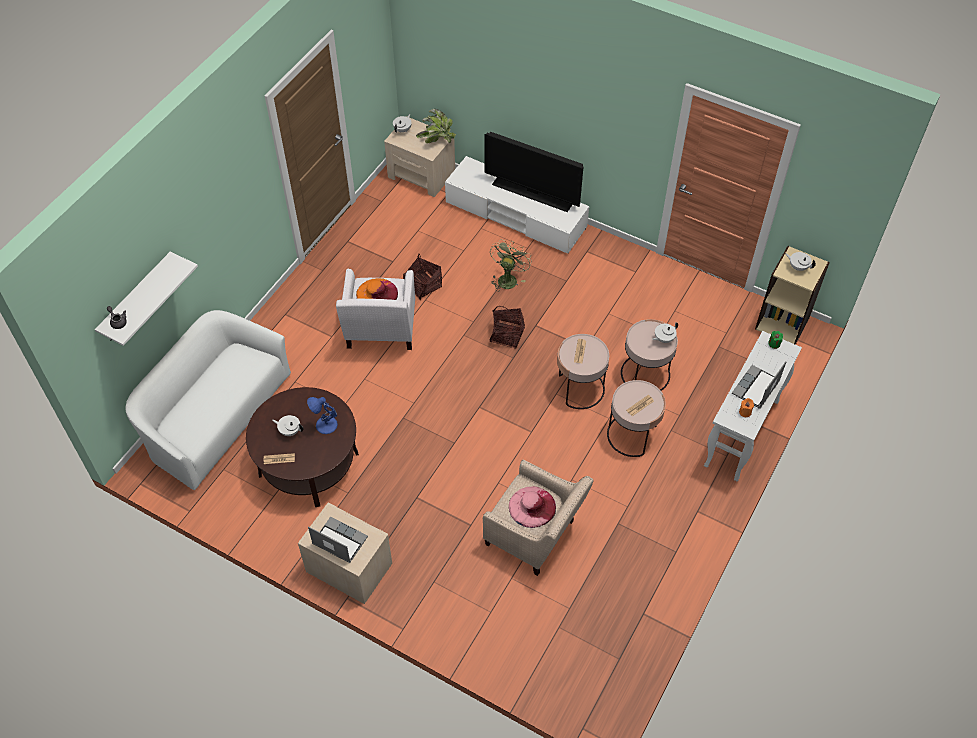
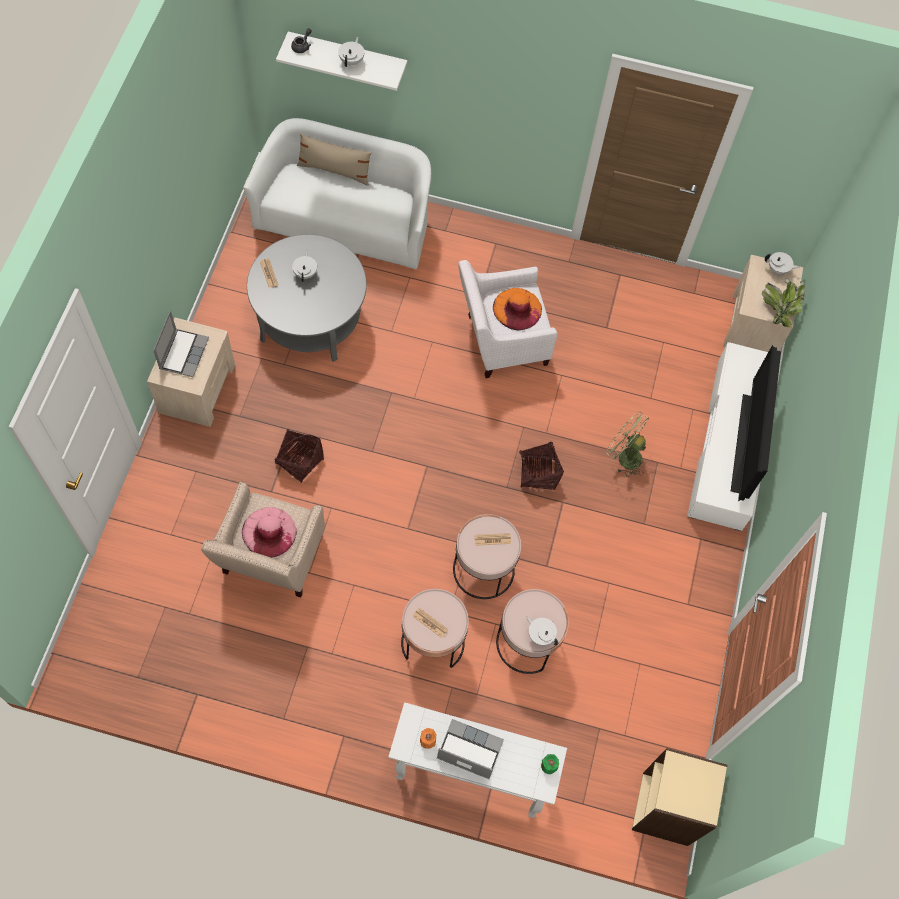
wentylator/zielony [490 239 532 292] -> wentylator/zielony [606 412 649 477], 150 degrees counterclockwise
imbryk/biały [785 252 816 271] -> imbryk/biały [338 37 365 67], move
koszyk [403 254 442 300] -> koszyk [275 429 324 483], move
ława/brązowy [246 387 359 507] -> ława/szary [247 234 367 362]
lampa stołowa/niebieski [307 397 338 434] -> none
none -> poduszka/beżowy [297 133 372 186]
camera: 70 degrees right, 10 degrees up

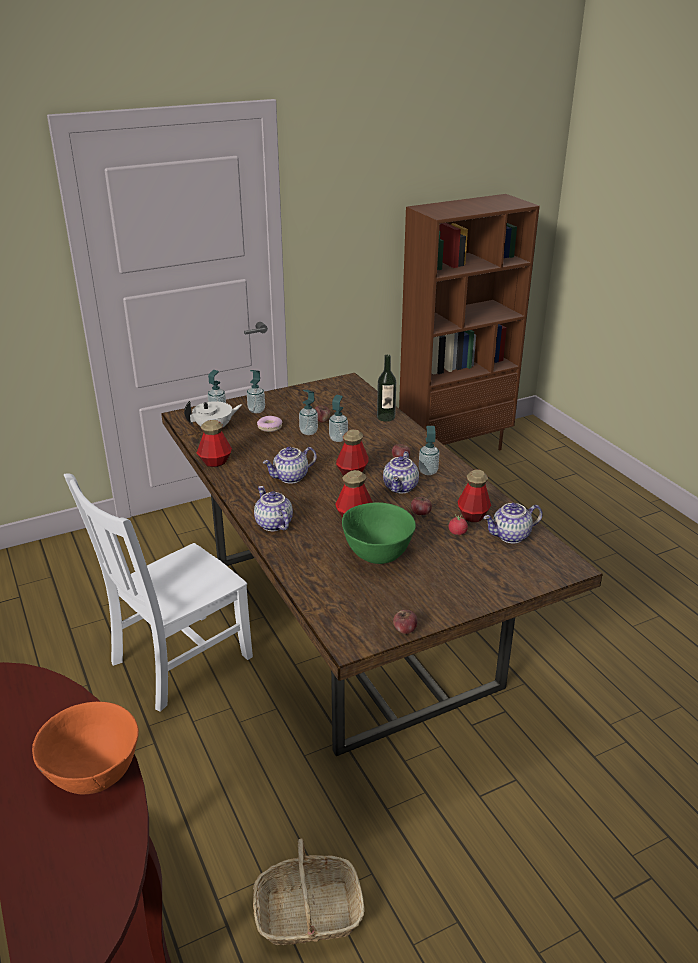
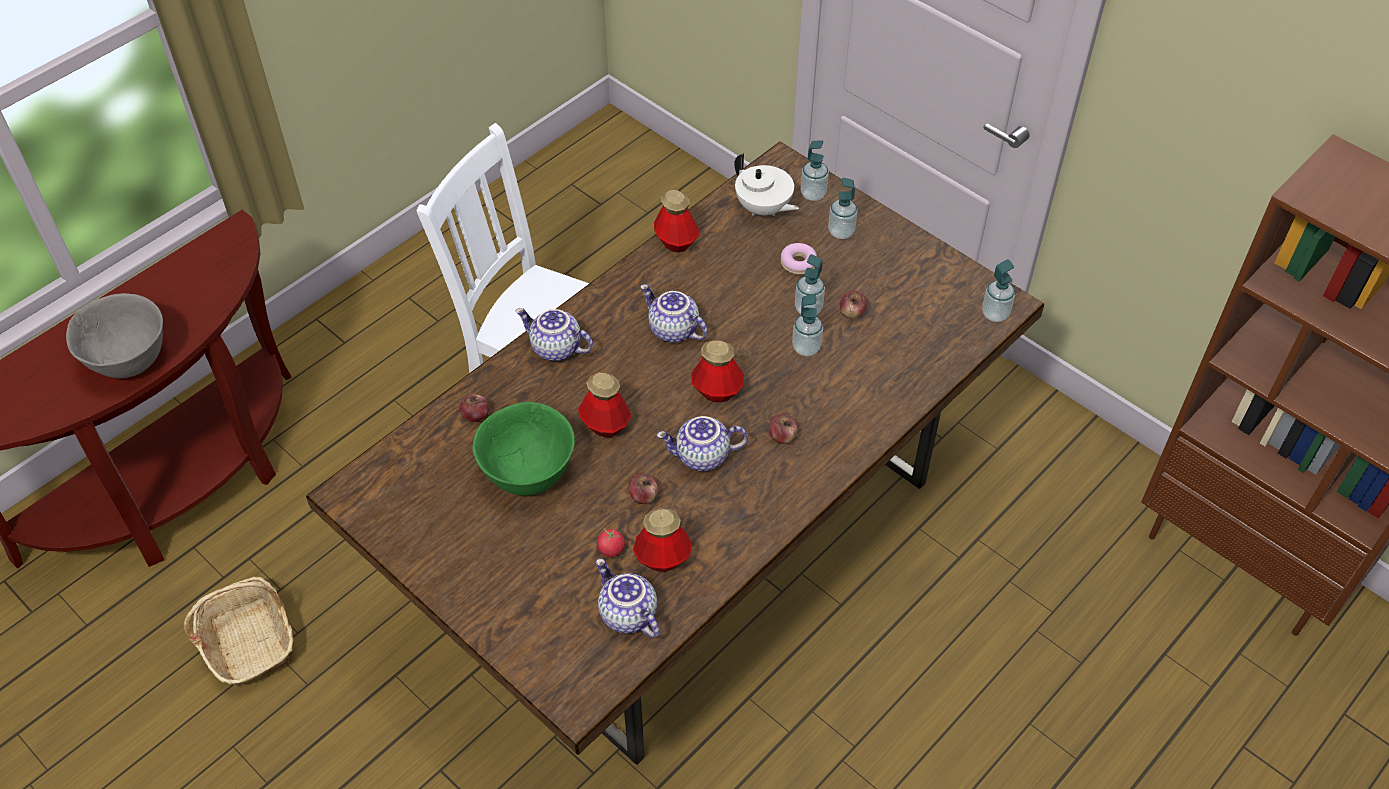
butelka [377 355 396 422] -> none
dozownik mydła [419 426 439 475] -> dozownik mydła [982 259 1015 322], move
imbryk [254 486 293 531] -> imbryk [516 308 593 361], 105 degrees counterclockwise
jabłko [393 610 417 634] -> jabłko [459 394 489 422], move
miska/pomarańczowy [32 702 139 794] -> miska/szary [66 293 163 378]
camera: 70 degrees right, 20 degrees up

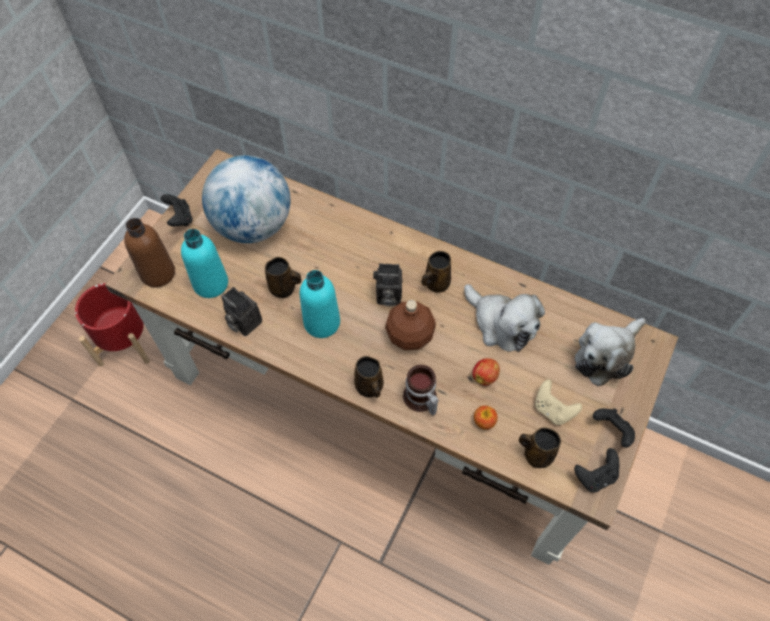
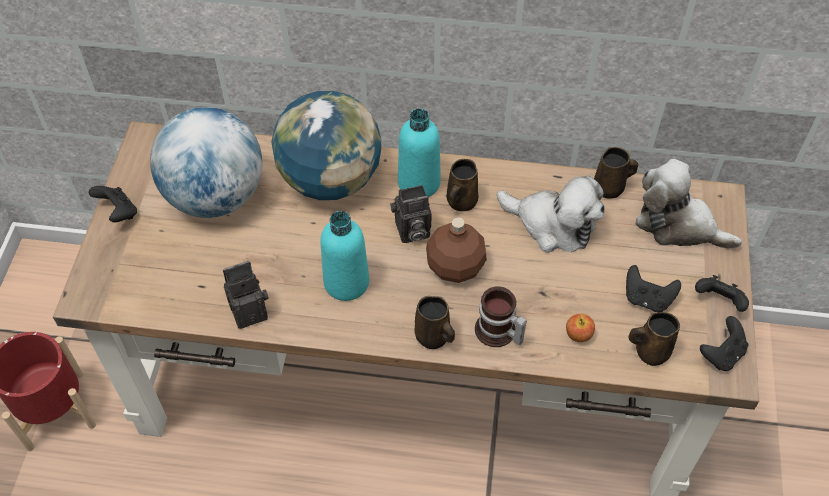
butelka/brązowy [124 218 175 287] -> none
butelka/turkusowy [181 229 228 298] -> butelka/turkusowy [398 108 441 197], move
kubek/brązowy [265 257 301 298] -> kubek/brązowy [594 147 638 199], move
aparat fotograficzny [221 287 262 336] -> aparat fotograficzny [223 261 269 329], 135 degrees clockwise
pluszak [575 318 646 386] -> pluszak [635 159 742 249], 90 degrees clockwise
jabłko [472 358 500 385] -> none
pad do gier/beżowy [535 380 582 425] -> pad do gier/czarny [626 265 681 312]
none -> globus [271 91 381 200]
camera: 20 degrees left, 5 degrees down

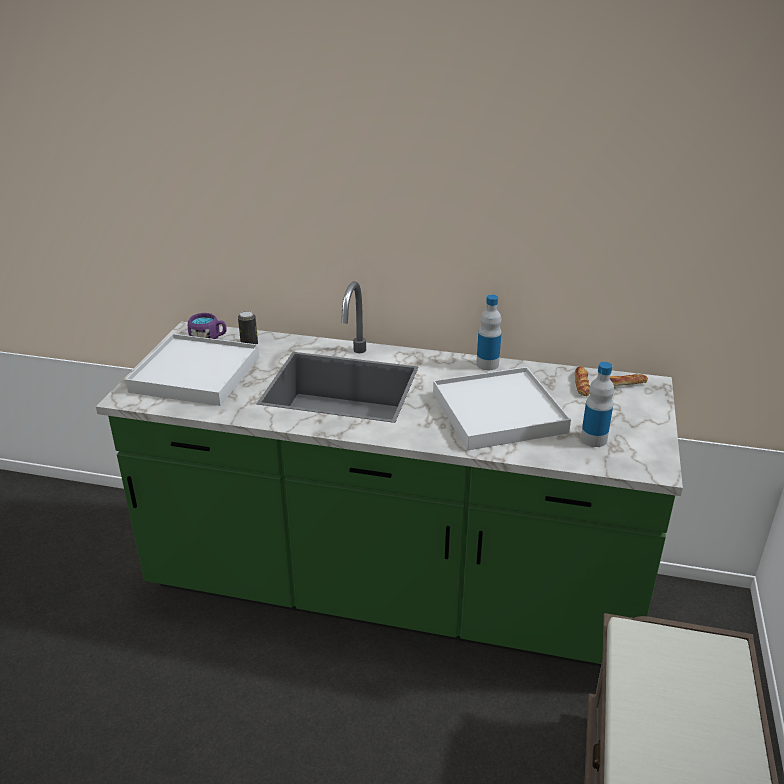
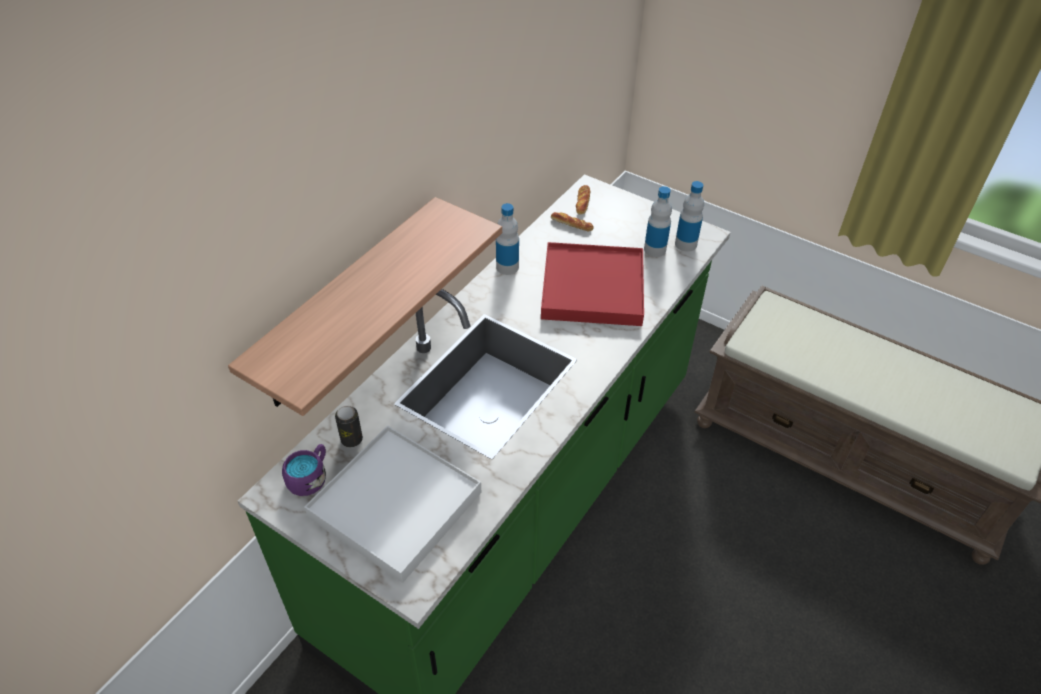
taca/biały [433 367 571 450] -> taca/czerwony [541 242 644 326]
none -> butelka [675 181 704 252]
none -> półka [228 197 502 416]
camera: 70 degrees left, 15 degrees up

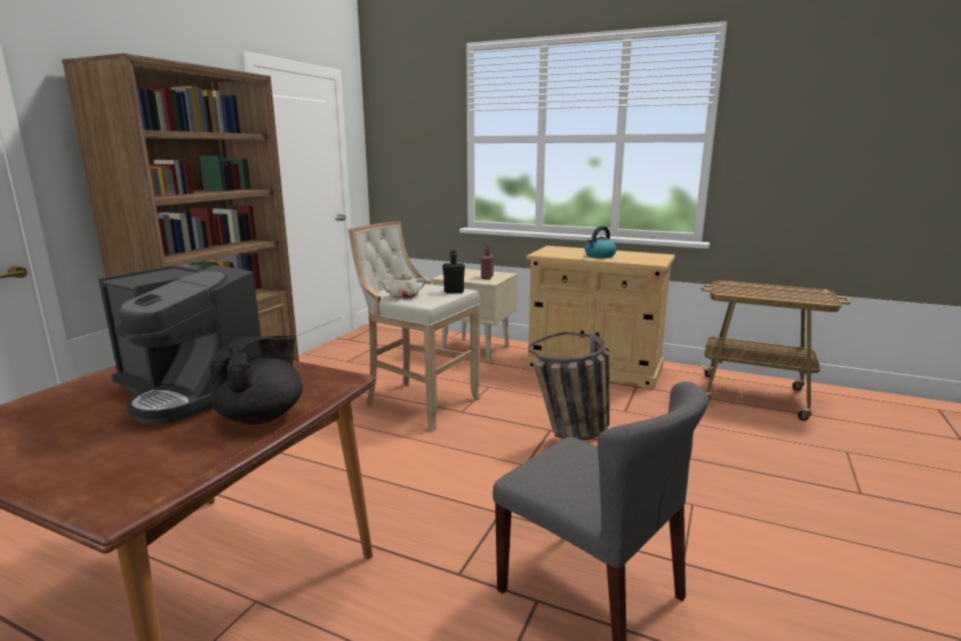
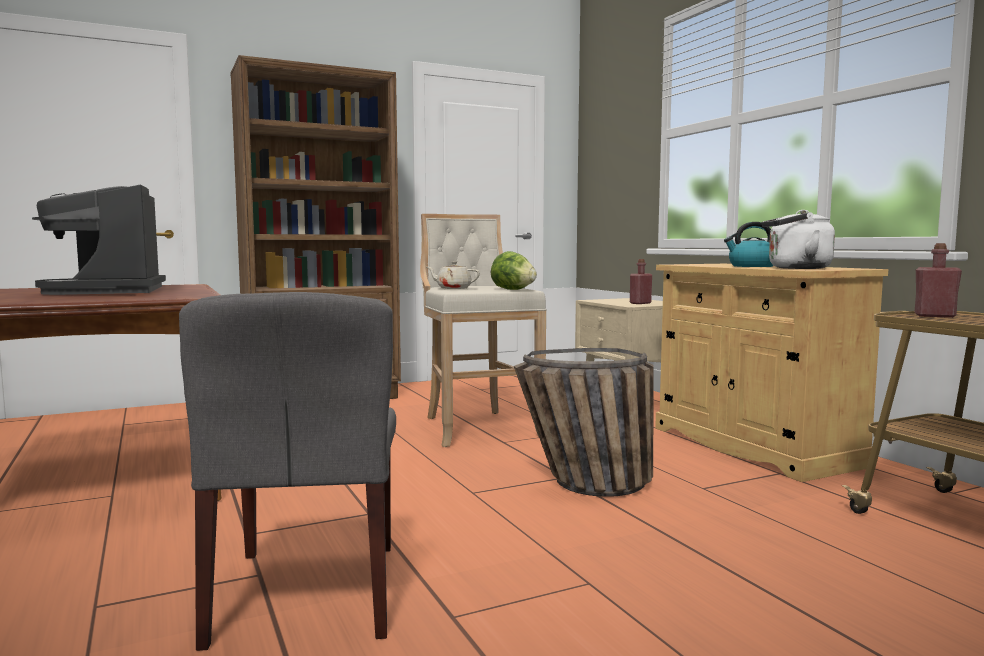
butelka/czarny [442 250 465 293] -> sałata [491 251 537 290]
imbryk/czarny [210 335 303 424] -> none
none -> czajnik/biały [762 210 835 269]
none -> butelka/czerwony [914 243 962 318]
camera: 40 degrees right, 10 degrees down

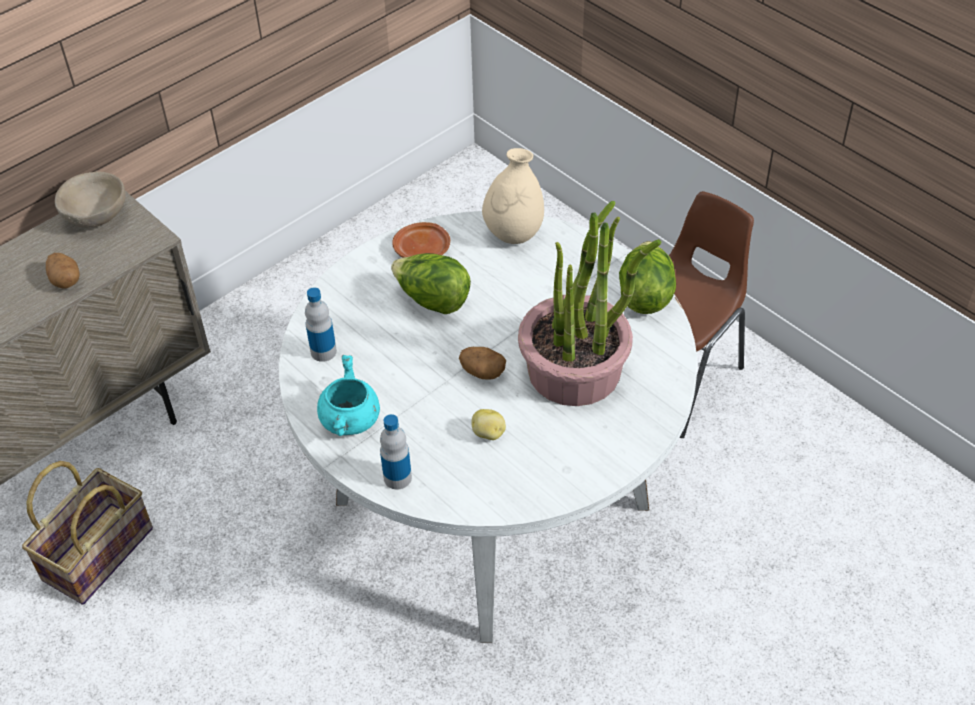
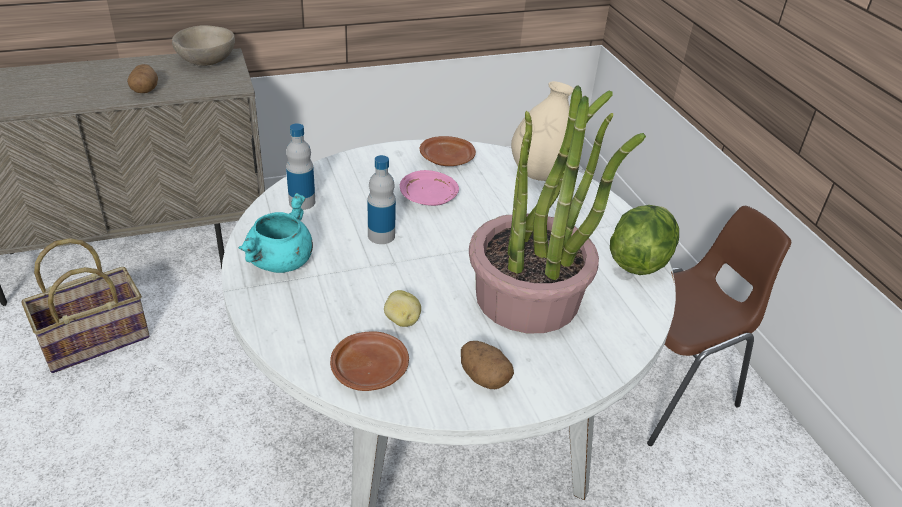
sałata [391 253 471 314] -> talerz/różowy [400 170 459 206]
ziemniak [459 347 506 380] -> ziemniak [461 341 514 389], move
butelka [380 414 412 489] -> butelka [368 155 396 244], move
none -> talerz/brązowy [330 331 409 391]
camera: 20 degrees right, 10 degrees down

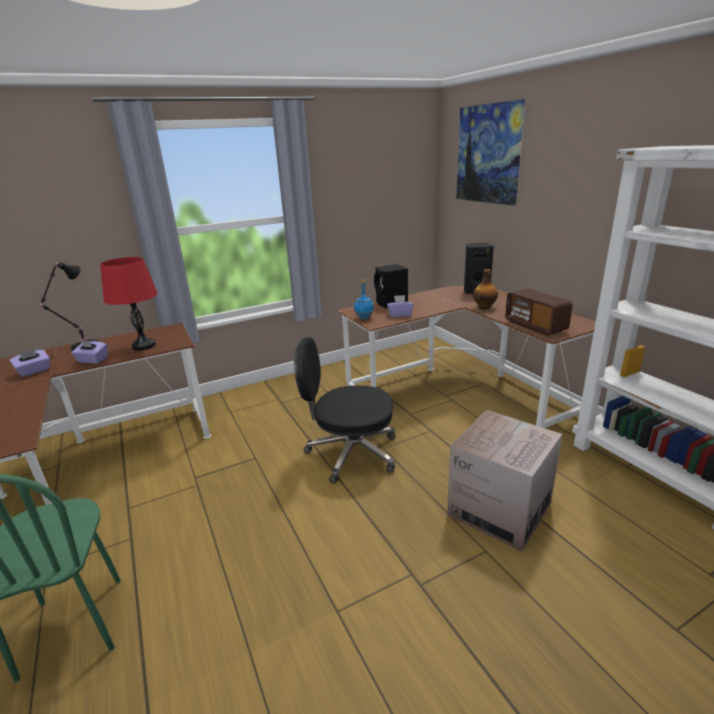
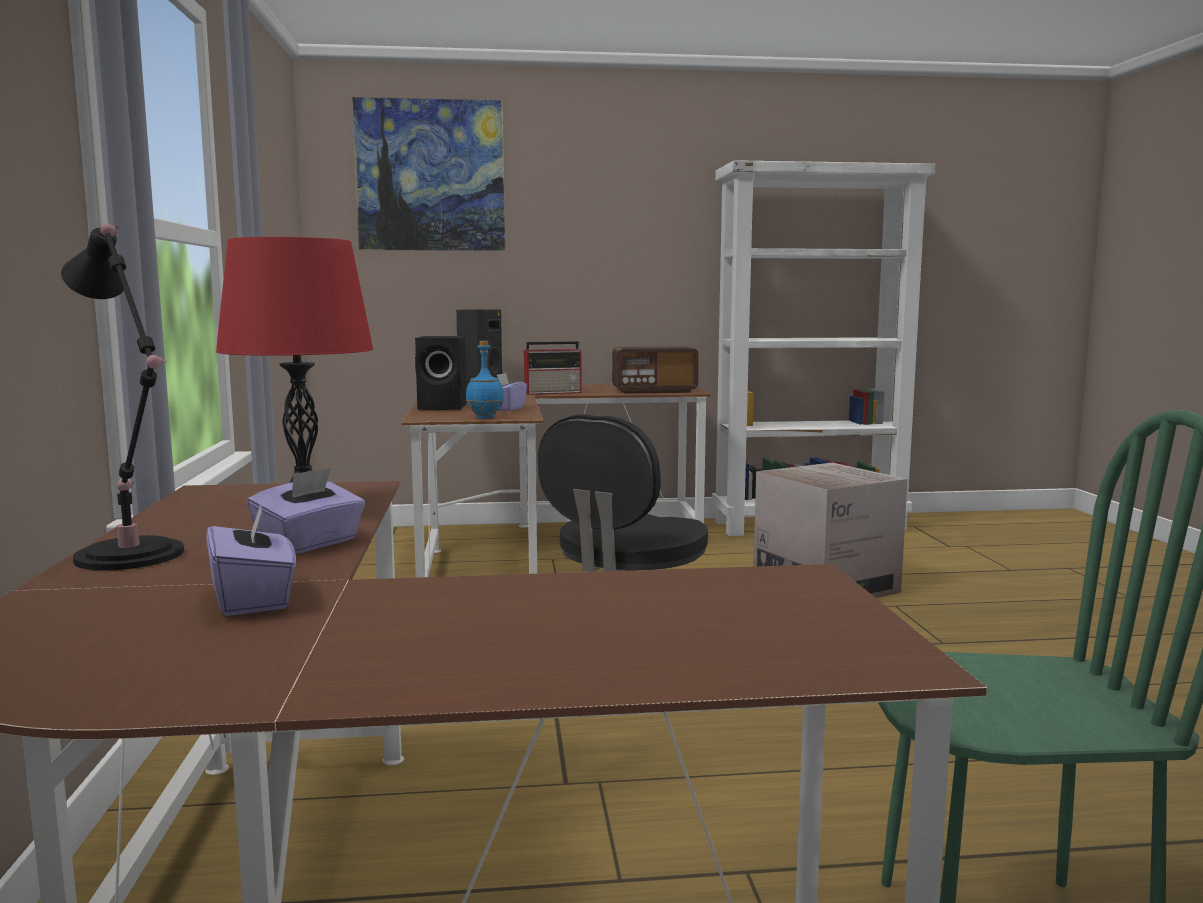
butelka [473 269 498 310] -> radio [524 341 582 395]
camera: 70 degrees left, 15 degrees down

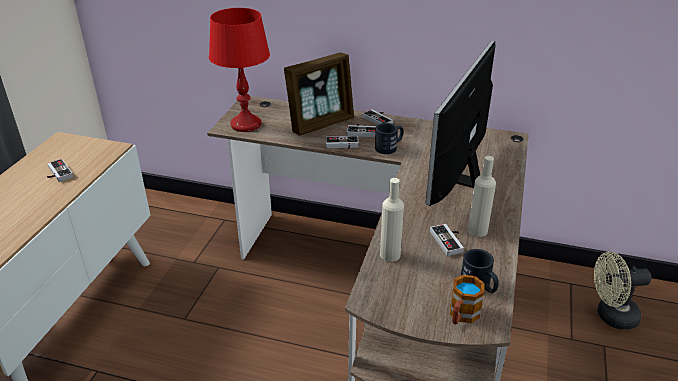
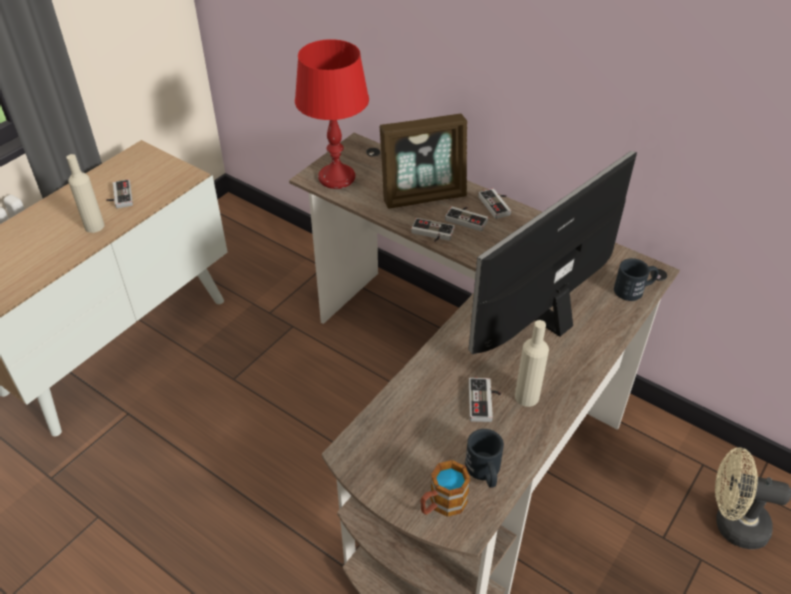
kubek/czarny [375 123 403 154] -> kubek/czarny [614 258 658 301], move
butelka/beżowy [380 178 404 262] -> butelka/beżowy [66 154 105 233], move
camera: 20 degrees right, 10 degrees up

